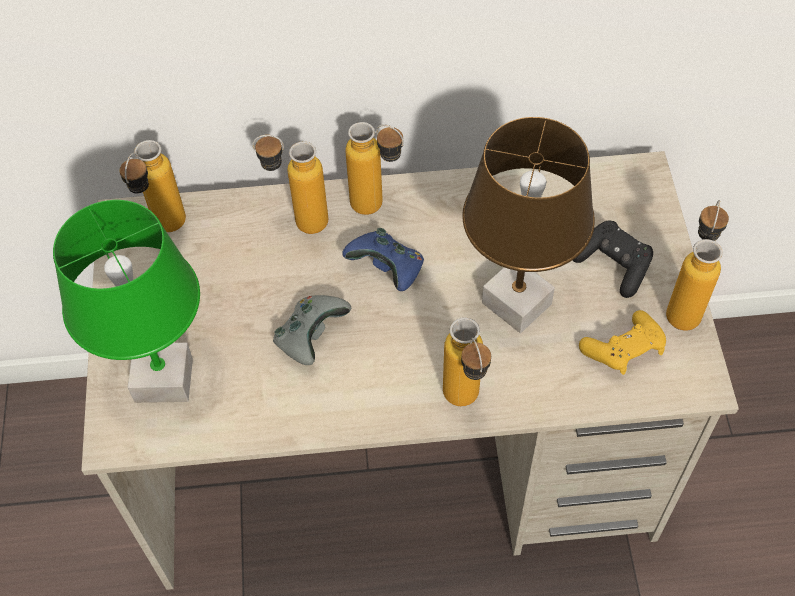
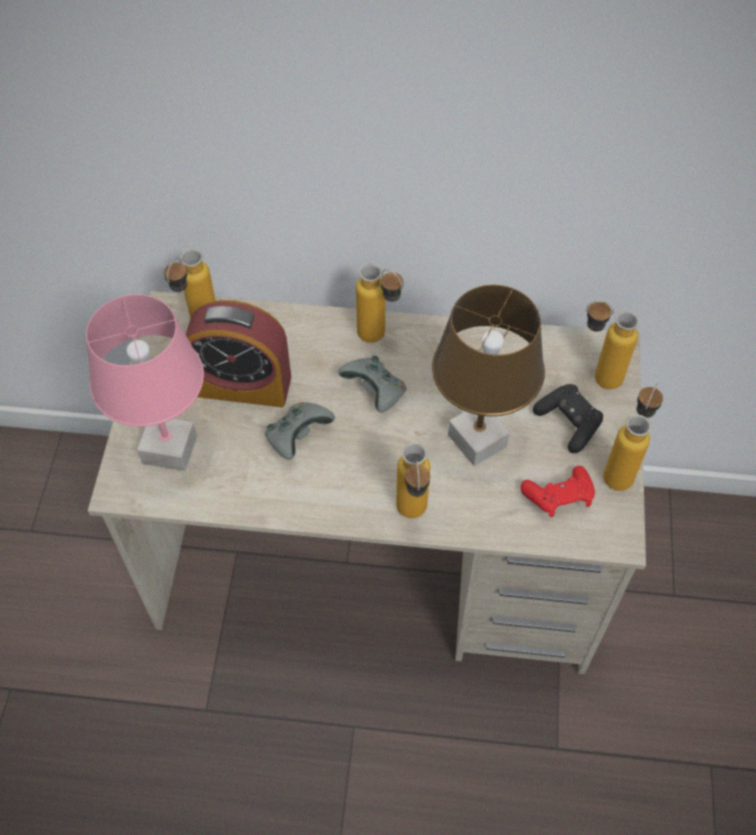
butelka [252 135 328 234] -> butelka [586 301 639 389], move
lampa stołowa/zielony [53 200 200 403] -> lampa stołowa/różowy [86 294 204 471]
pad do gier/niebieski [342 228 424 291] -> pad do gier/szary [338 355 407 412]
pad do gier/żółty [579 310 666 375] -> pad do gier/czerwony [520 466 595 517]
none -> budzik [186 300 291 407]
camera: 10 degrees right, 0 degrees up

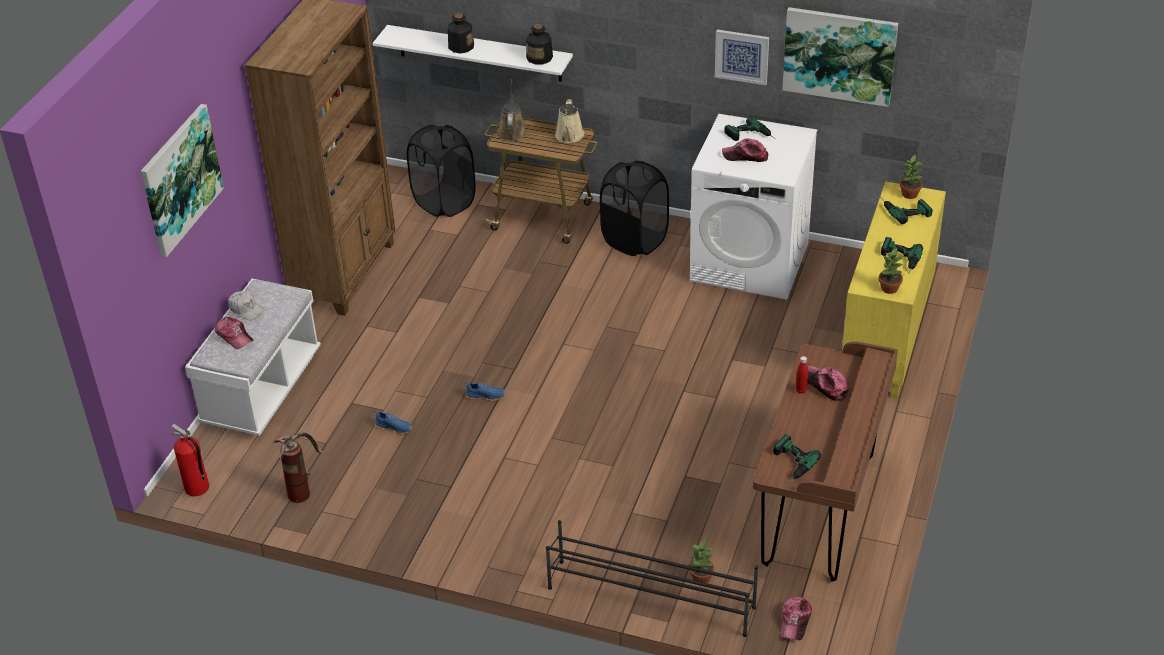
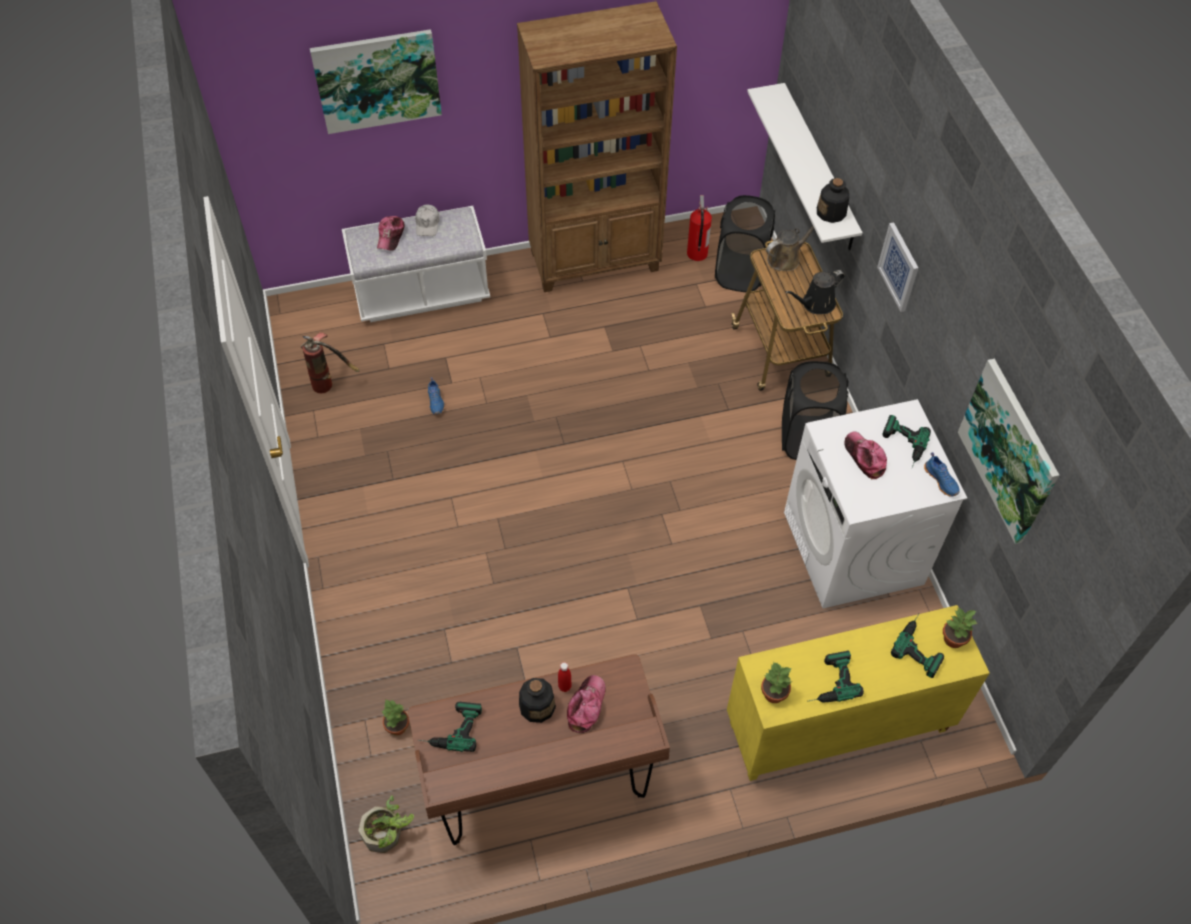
butelka [448 13 474 53] -> butelka [519 678 556 723], move
obraz [715 30 769 85] -> obraz [877 222 918 312], move
konewka/beżowy [555 99 585 143] -> konewka/czarny [785 270 845 314]
but/niebieski [465 382 505 401] -> but/niebieski [924 452 960 497], move
gaśnica [171 424 209 497] -> gaśnica [687 195 712 261], move
regał na buty/czarny [546 520 758 637] -> none
czapka z daszkiem [780 597 812 640] -> roślina doniczkowa [358 795 414 853]
camera: 55 degrees right, 15 degrees up

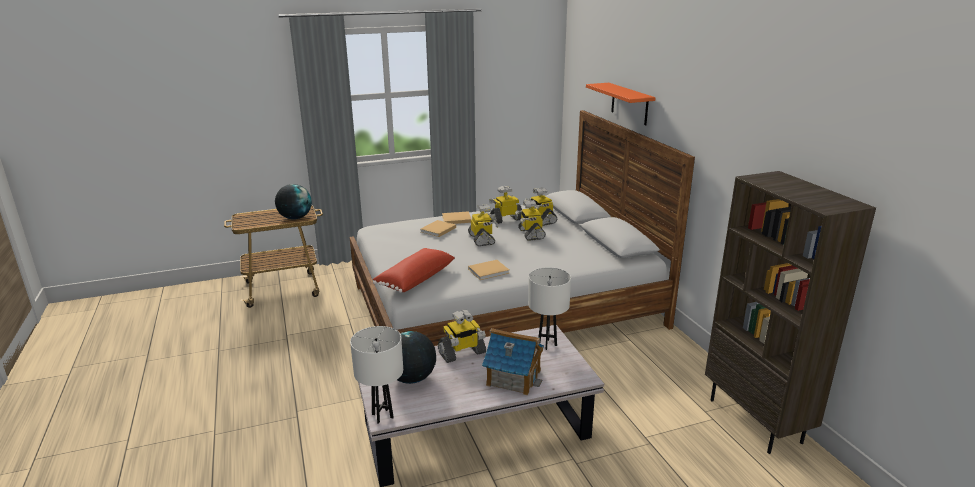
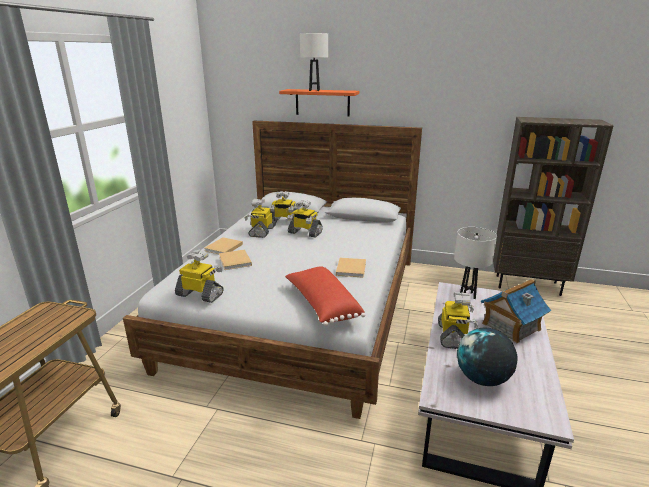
globus [275 184 312 219] -> none
robot zabawkowy [468 204 499 246] -> robot zabawkowy [175 249 224 303], move
lampa stołowa/biały [350 326 403 424] -> lampa stołowa/biały [300 33 328 91], move
camera: 55 degrees left, 0 degrees up

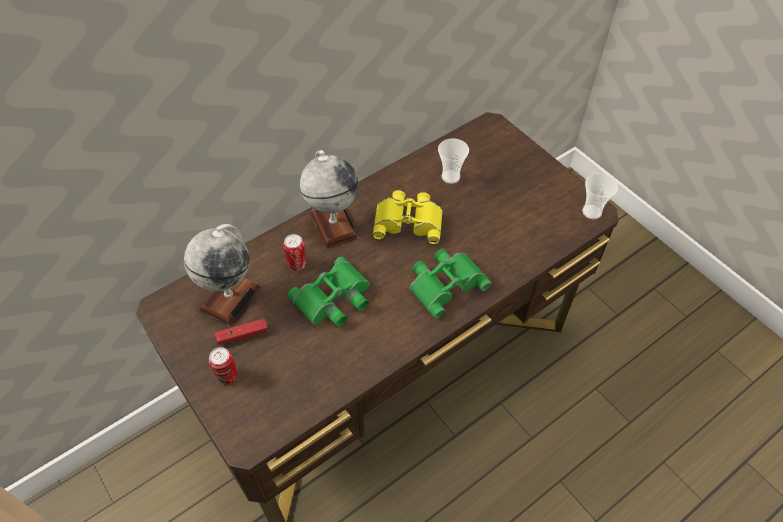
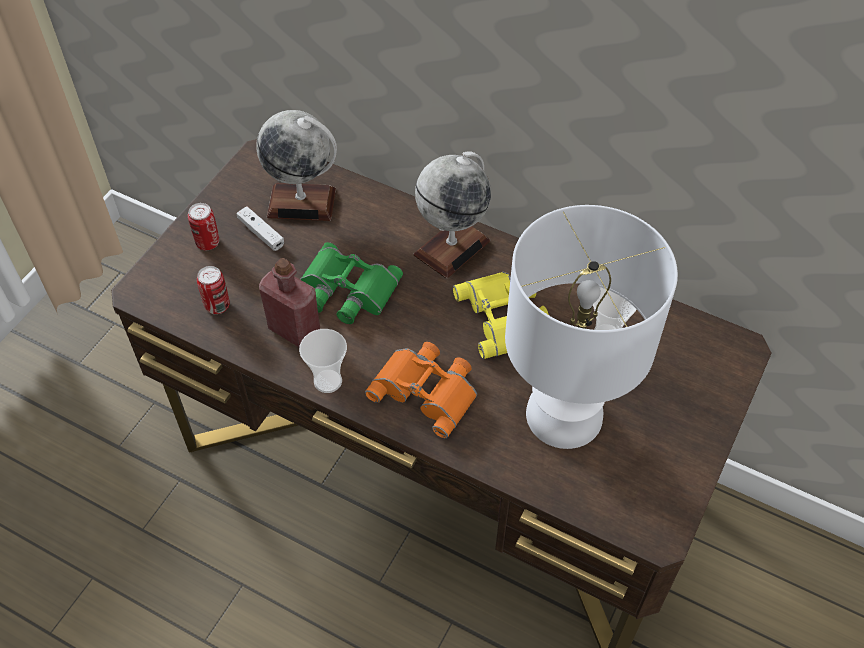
filiżanka [582 173 618 219] -> filiżanka [299 329 347 393], move
puszka [283 234 307 271] -> puszka [197 266 230 314], move
lornetka/zielony [410 248 492 319] -> lornetka/pomarańczowy [365 342 477 438]
pad do gier/czerwony [215 318 268 345] -> pad do gier/biały [236 206 284 251]
none -> lampa stołowa/biały [505 205 678 449]
none -> butelka/czerwony [259 258 320 347]
camera: 65 degrees right, 0 degrees up

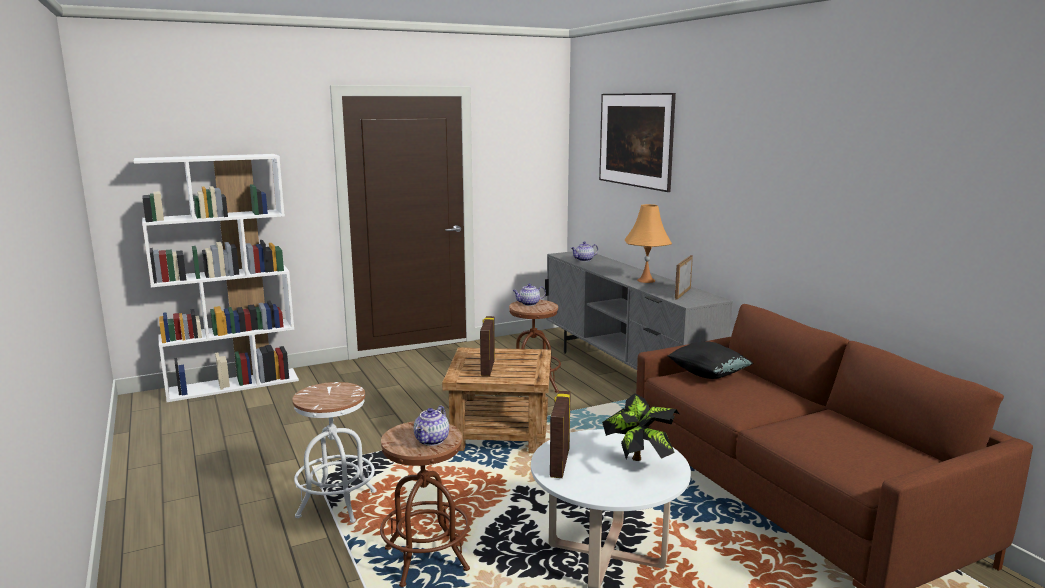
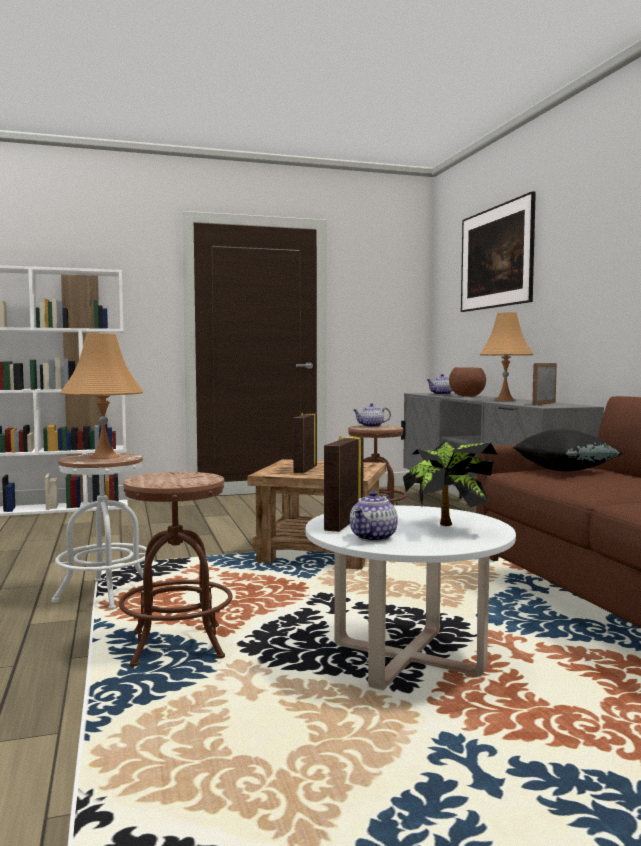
imbryk [414 405 449 446] -> imbryk [350 491 398 542], move
none -> lampa stołowa/pomarańczowy [60 333 144 459]
none -> miska/brązowy [449 367 486 397]
camera: 10 degrees right, 10 degrees down

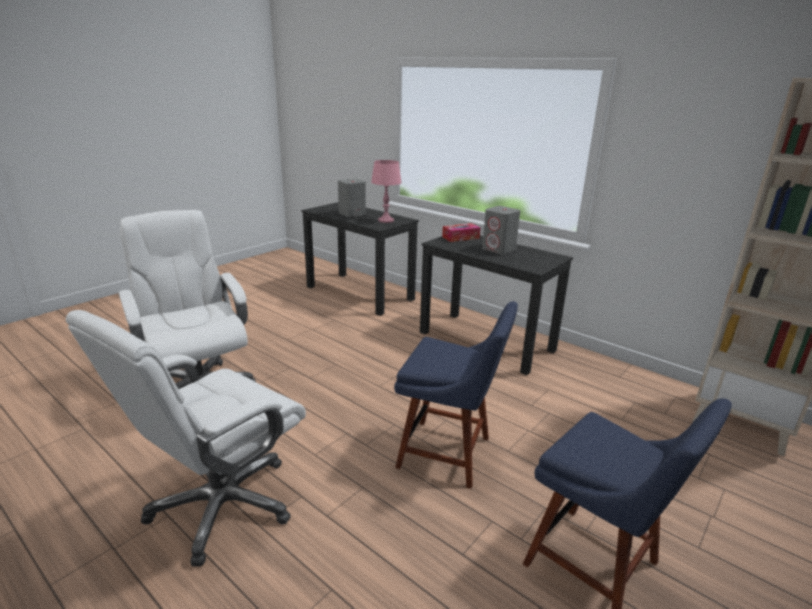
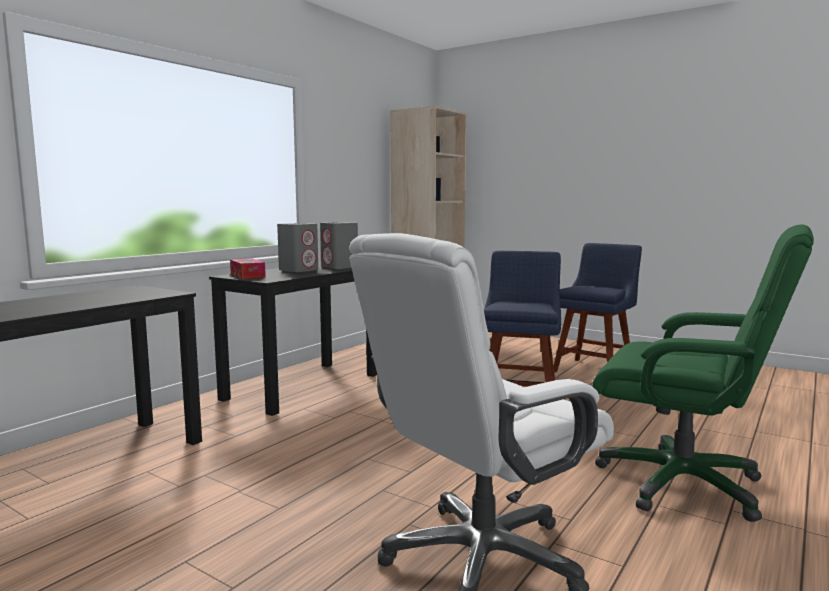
lampa stołowa/różowy [371 160 402 223] -> none
głośnik/szary [338 178 366 217] -> głośnik/szary [320 222 358 269], move
krzesło biurowe/biały [66 310 306 566] -> krzesło biurowe/zielony [592 224 814 522]
camera: 95 degrees left, 15 degrees down

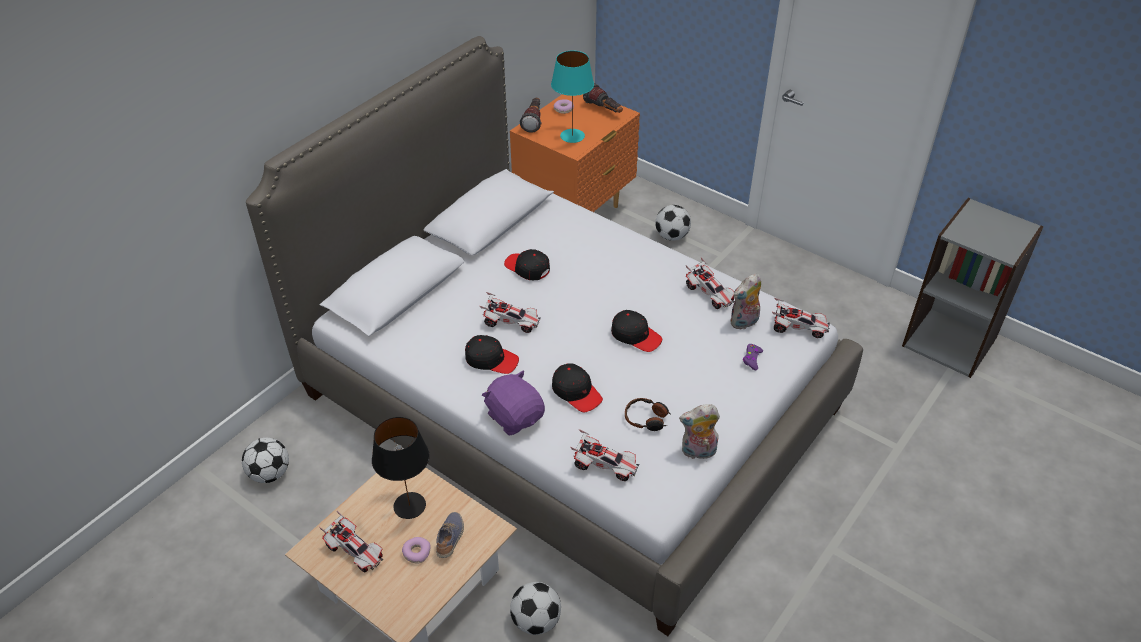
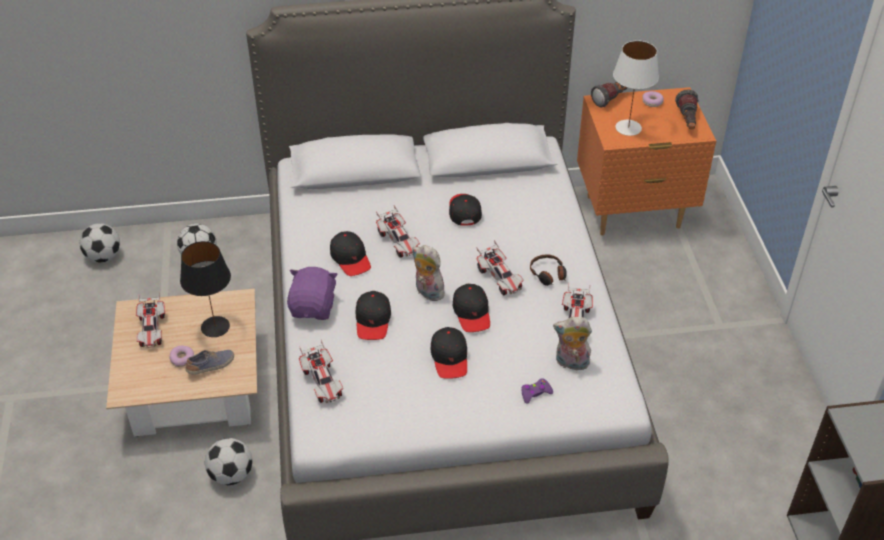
lampa stołowa/turkusowy [551 51 594 143] -> lampa stołowa/biały [613 40 659 136]
piłka futbolowa [655 205 691 241] -> piłka futbolowa [80 223 120 262], move
samochodzik [772 298 830 338] -> samochodzik [476 240 524 295], move
słuchawki [625 398 672 431] -> słuchawki [530 254 567 286], move
pluszak [679 404 720 459] -> pluszak [412 245 446 301], move
none -> czapka z daszkiem/czarny [430 327 467 379]
camera: 45 degrees right, 0 degrees up

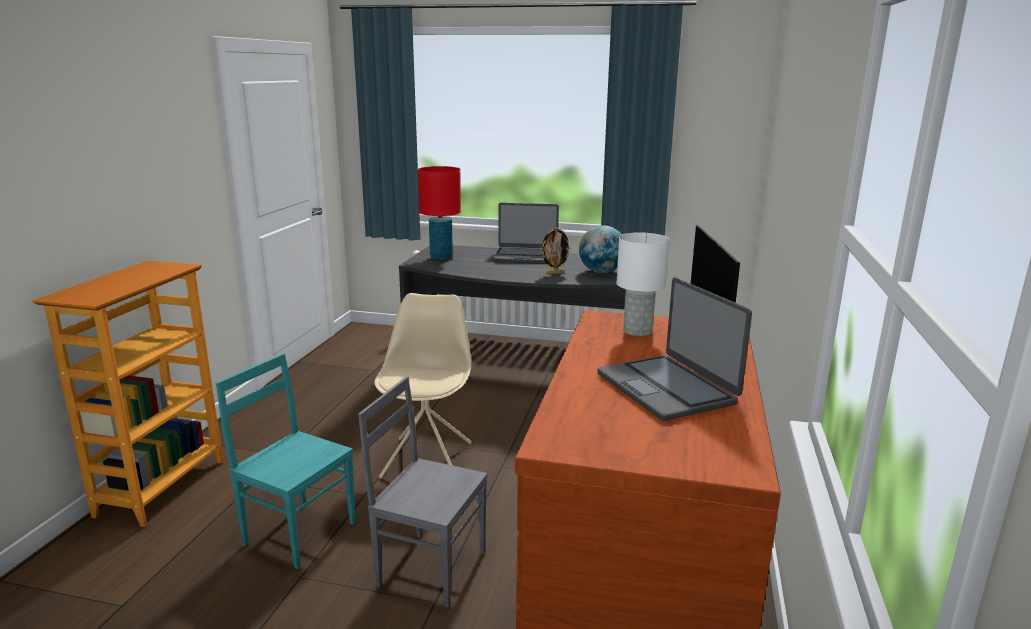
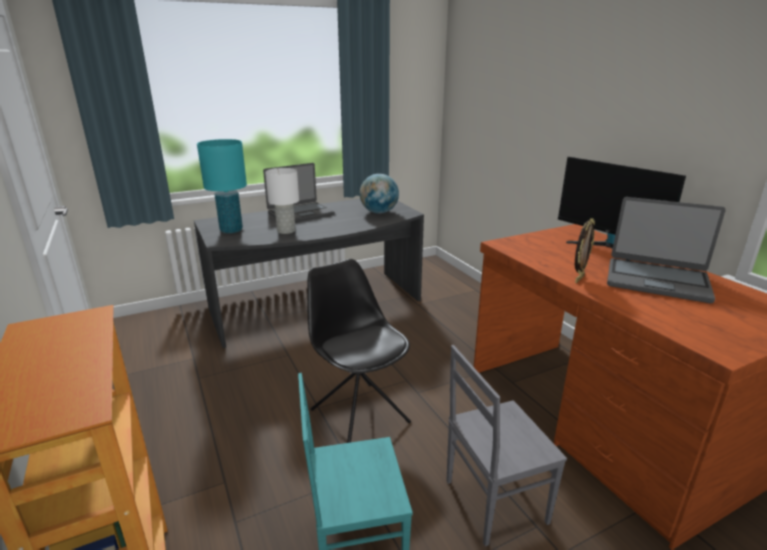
lampa stołowa/czerwony [418 166 461 260] -> lampa stołowa/turkusowy [197 139 247 233]
ramka na zdjęcie [541 227 571 274] -> ramka na zdjęcie [575 218 595 283], move
lampa stołowa/biały [616 232 670 337] -> lampa stołowa/biały [265 168 299 234], move
krzesło/beżowy [374 293 472 479] -> krzesło/czarny [307 259 411 443]
camera: 40 degrees left, 5 degrees up

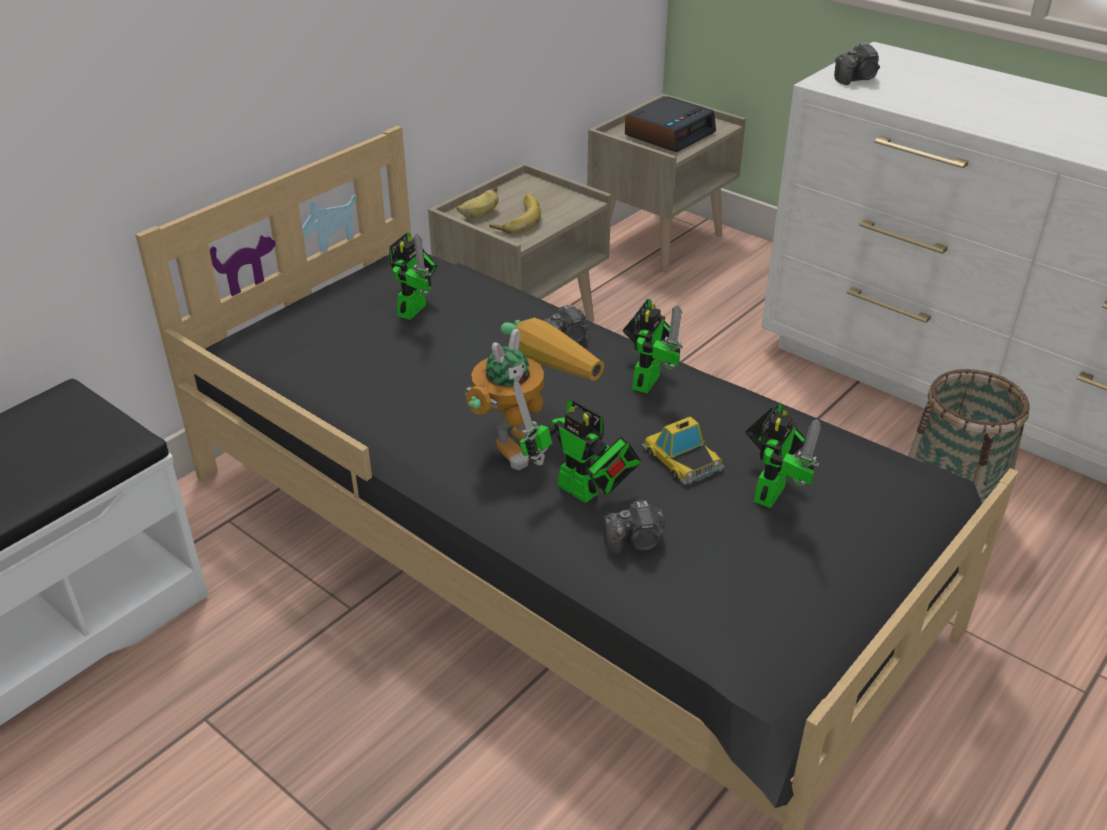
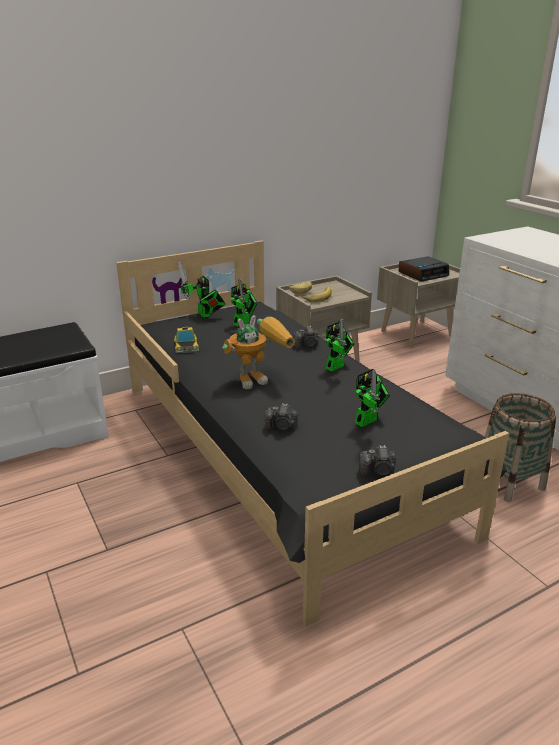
aparat fotograficzny [834 42 880 85] -> aparat fotograficzny [359 445 396 476], move
robot zabawkowy [513 380 641 503] -> robot zabawkowy [178 261 226 318], move
samochodzik [641 416 725 485] -> samochodzik [174 327 199 353], move
camera: 20 degrees right, 10 degrees down

